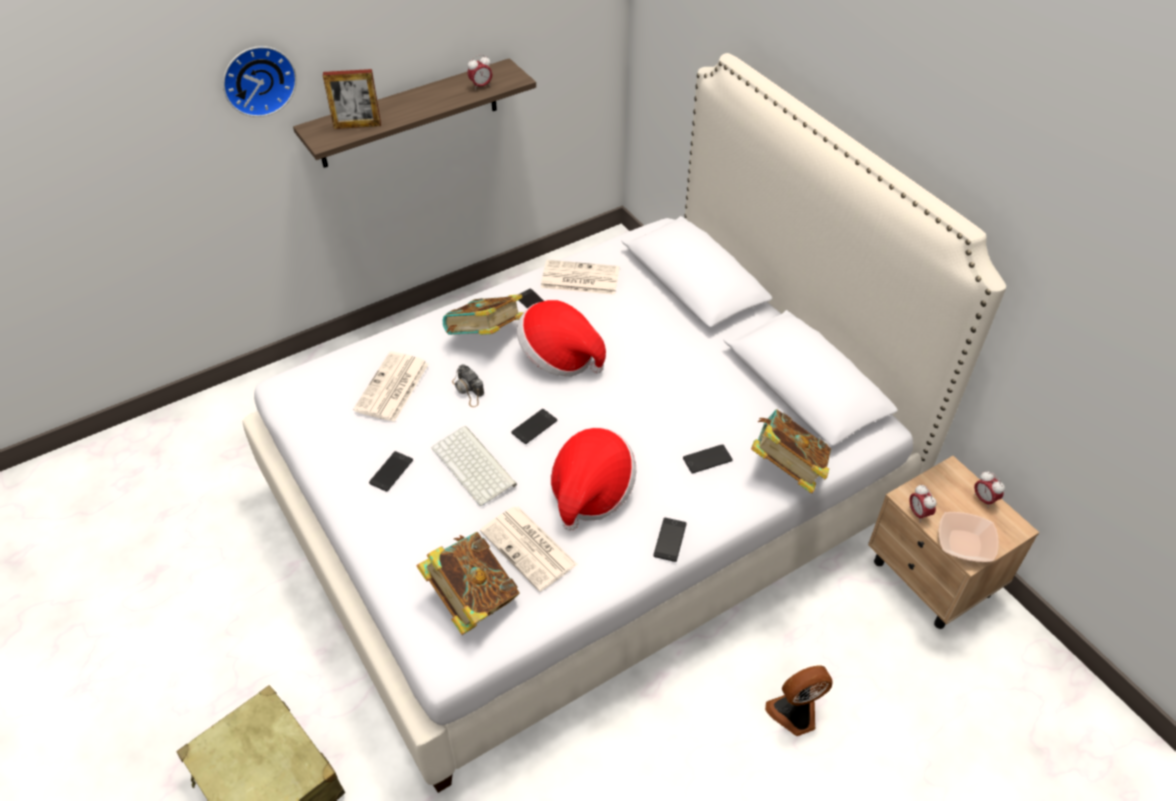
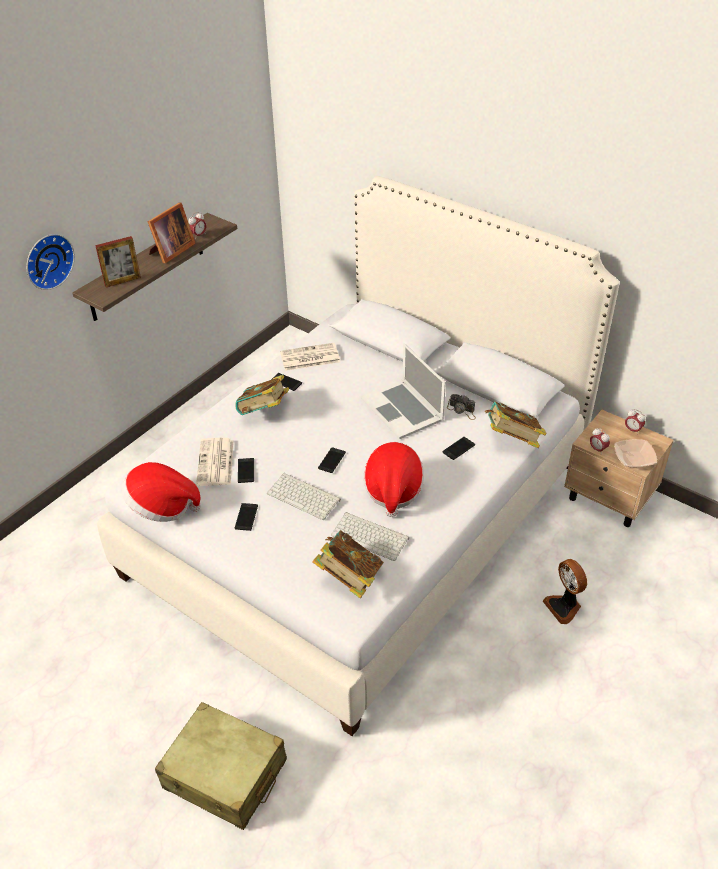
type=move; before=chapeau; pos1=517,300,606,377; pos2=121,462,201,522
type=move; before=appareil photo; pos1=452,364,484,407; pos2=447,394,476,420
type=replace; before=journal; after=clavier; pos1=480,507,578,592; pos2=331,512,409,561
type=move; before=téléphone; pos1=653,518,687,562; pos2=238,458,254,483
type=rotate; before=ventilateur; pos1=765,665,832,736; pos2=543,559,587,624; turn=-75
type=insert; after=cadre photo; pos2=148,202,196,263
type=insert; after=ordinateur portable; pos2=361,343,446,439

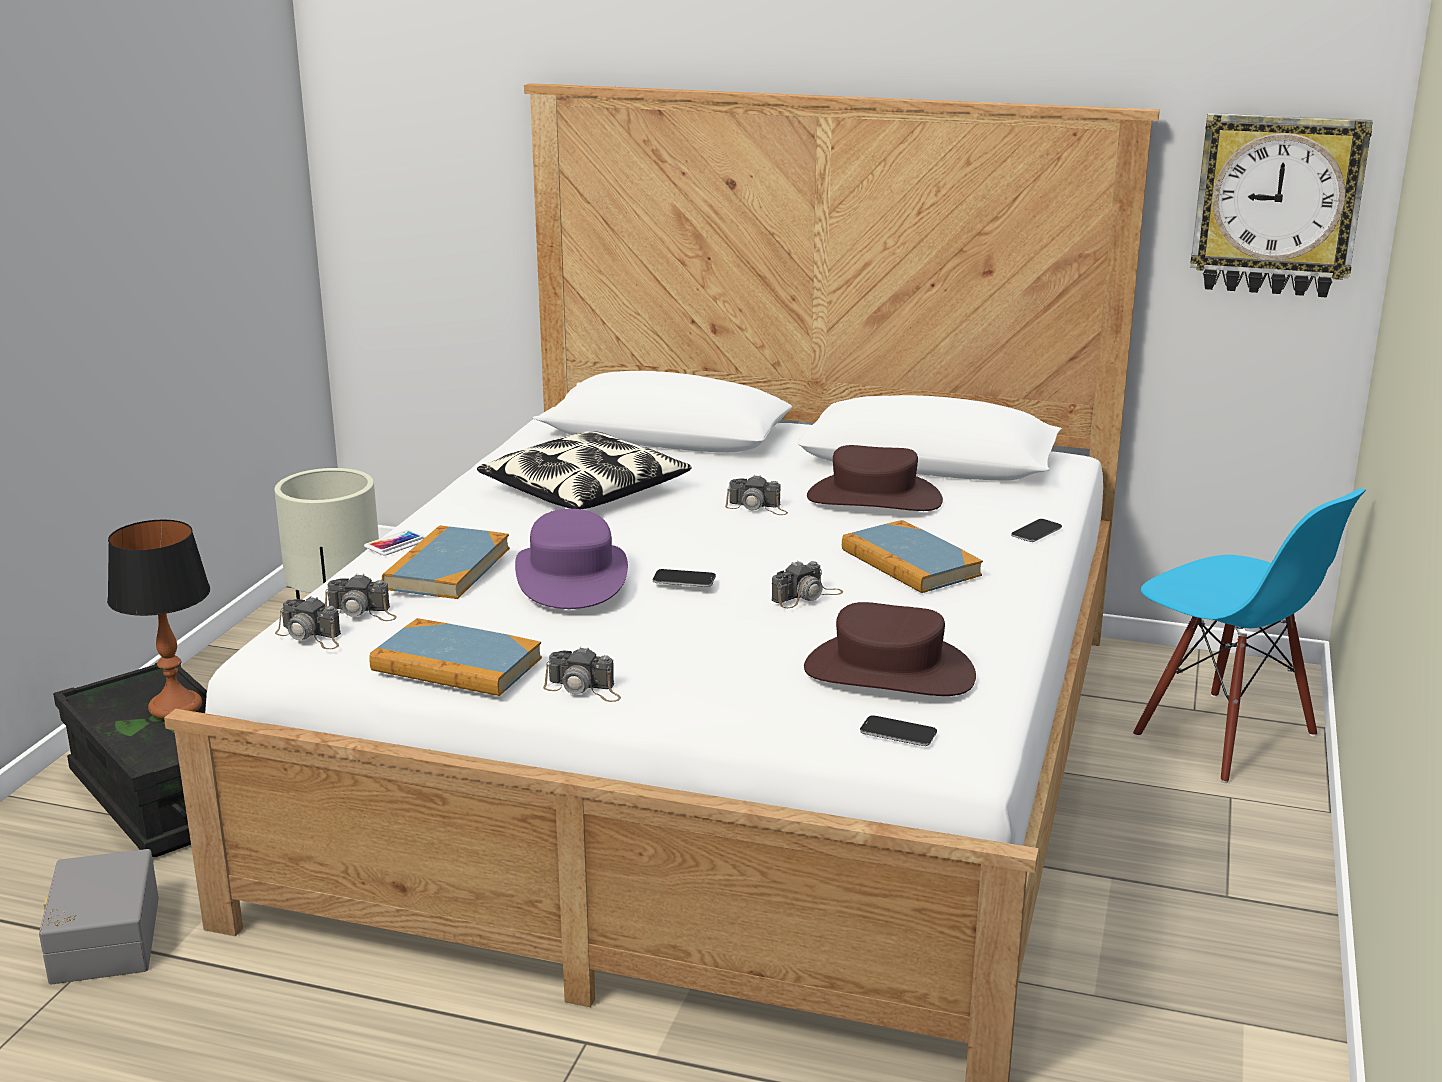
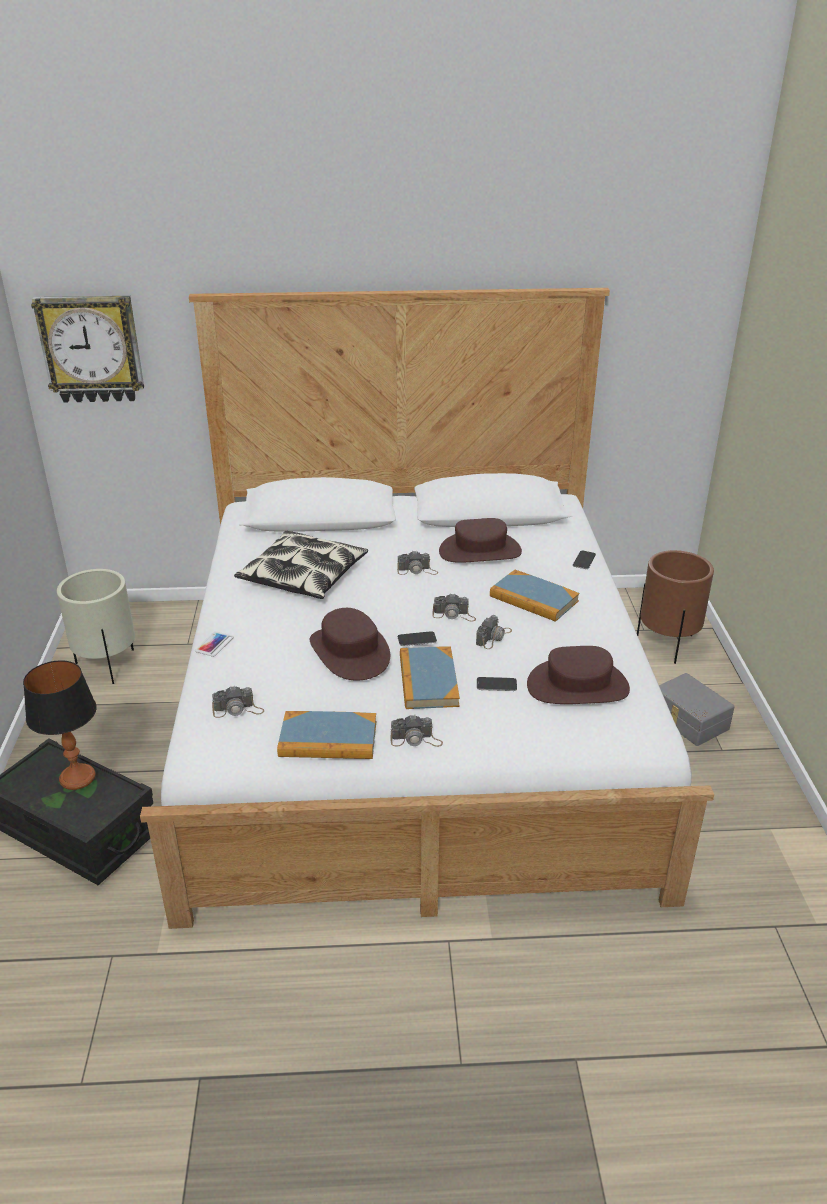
type=move; before=horloge murale; pos1=1190,113,1373,298; pos2=31,296,144,403
type=replace; before=chaise [bleu]; after=cache-pot [marron]; pos1=1133,489,1366,783; pos2=637,550,714,664
type=recolor; before=chapeau [violet]; after=chapeau [marron]; pos1=515,509,628,609; pos2=310,608,390,681
type=move; before=livre; pos1=382,525,510,599; pos2=400,646,460,709
type=move; before=appareil photo; pos1=275,596,341,649; pos2=432,593,476,622
type=move; before=téléphone; pos1=860,715,937,746; pos2=477,677,517,691
type=move; before=boîte de rangement [gris]; pos1=39,849,159,985; pos2=659,673,735,746

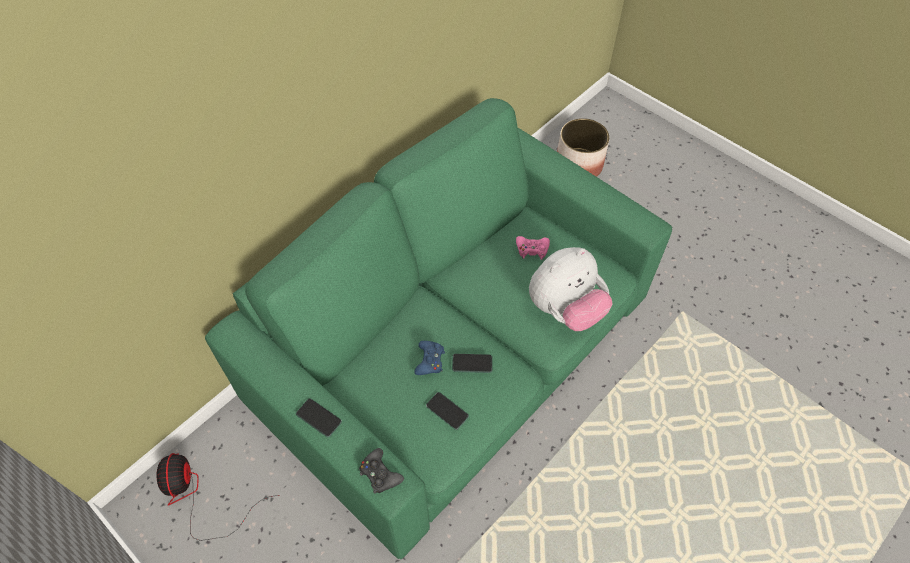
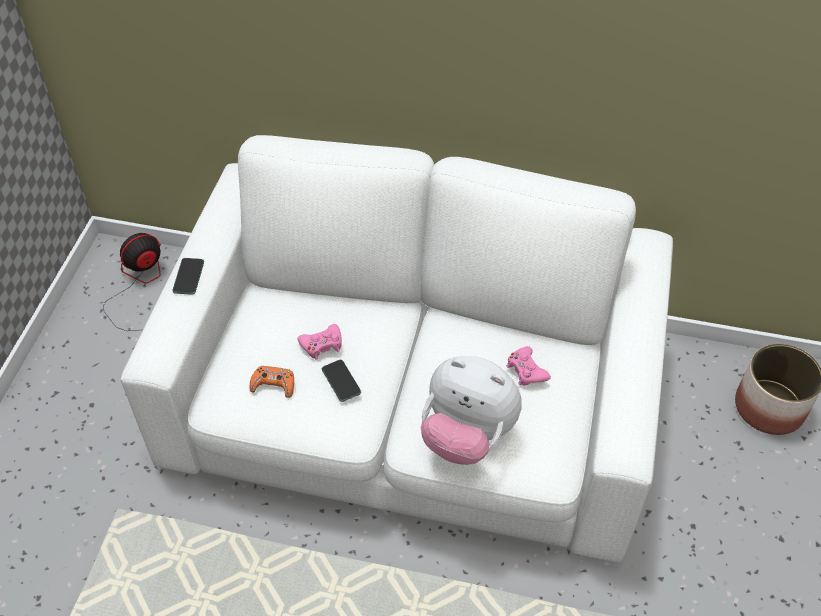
type=recolor; before=canapé [vert]; after=canapé [blanc]; pos1=205,98,672,559; pos2=121,135,673,563
type=recolor; before=manette [bleu]; after=manette [rose]; pos1=414,341,445,375; pos2=297,324,342,360
type=replace; before=téléphone; after=manette [orange]; pos1=426,392,469,430; pos2=250,366,294,398
type=delete; before=manette [noir]; pos1=359,448,404,494

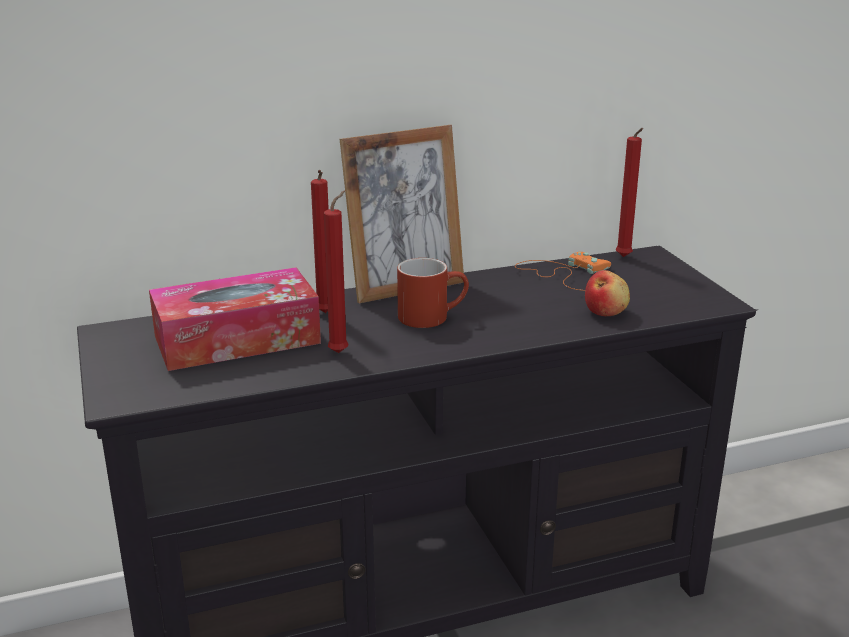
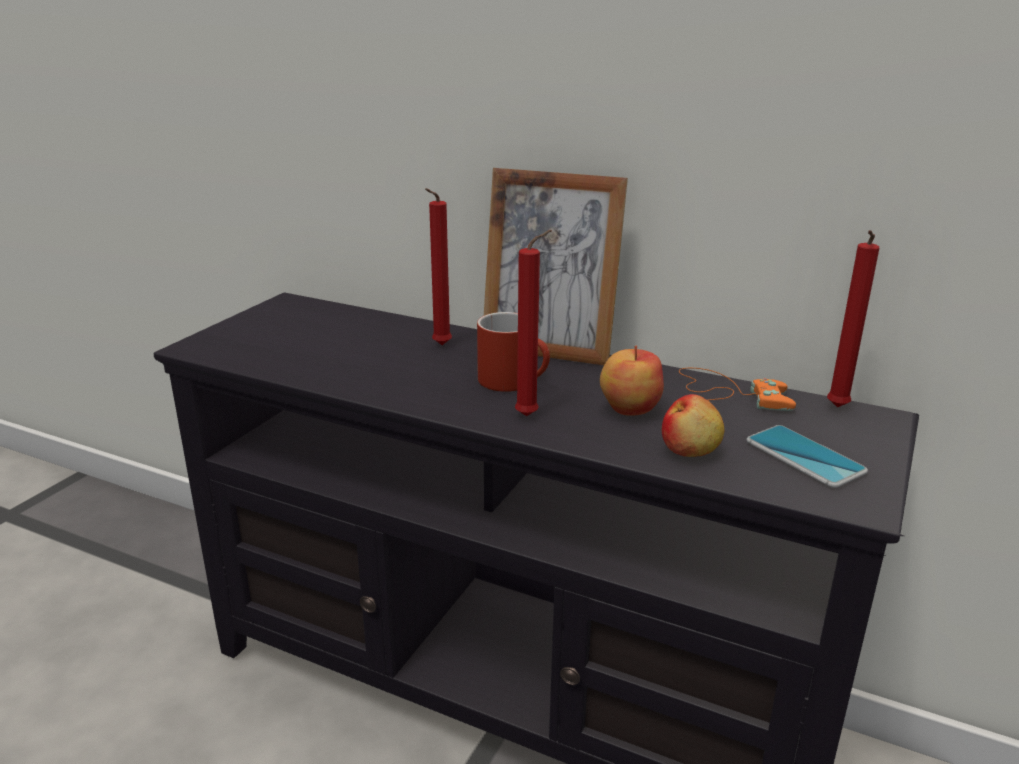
type=move; before=bougie [rouge]; pos1=324,190,348,353; pos2=515,230,552,416
type=delete; before=boîte à mouchoirs; pos1=149,267,321,371
type=insert; after=pomme; pos2=600,346,664,416
type=insert; after=téléphone; pos2=746,425,868,488

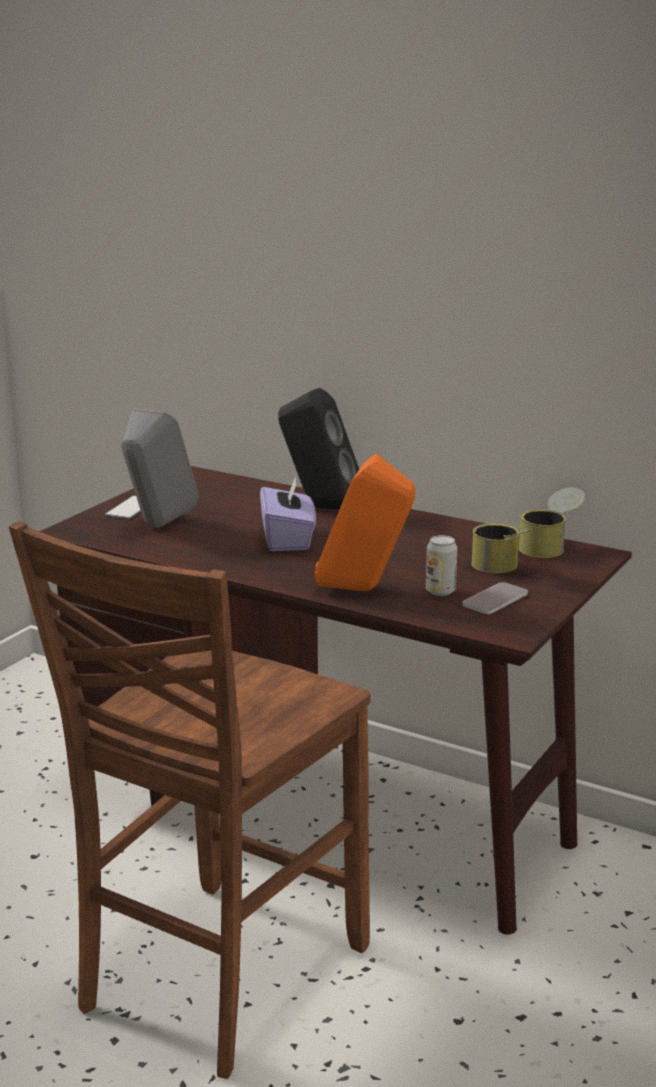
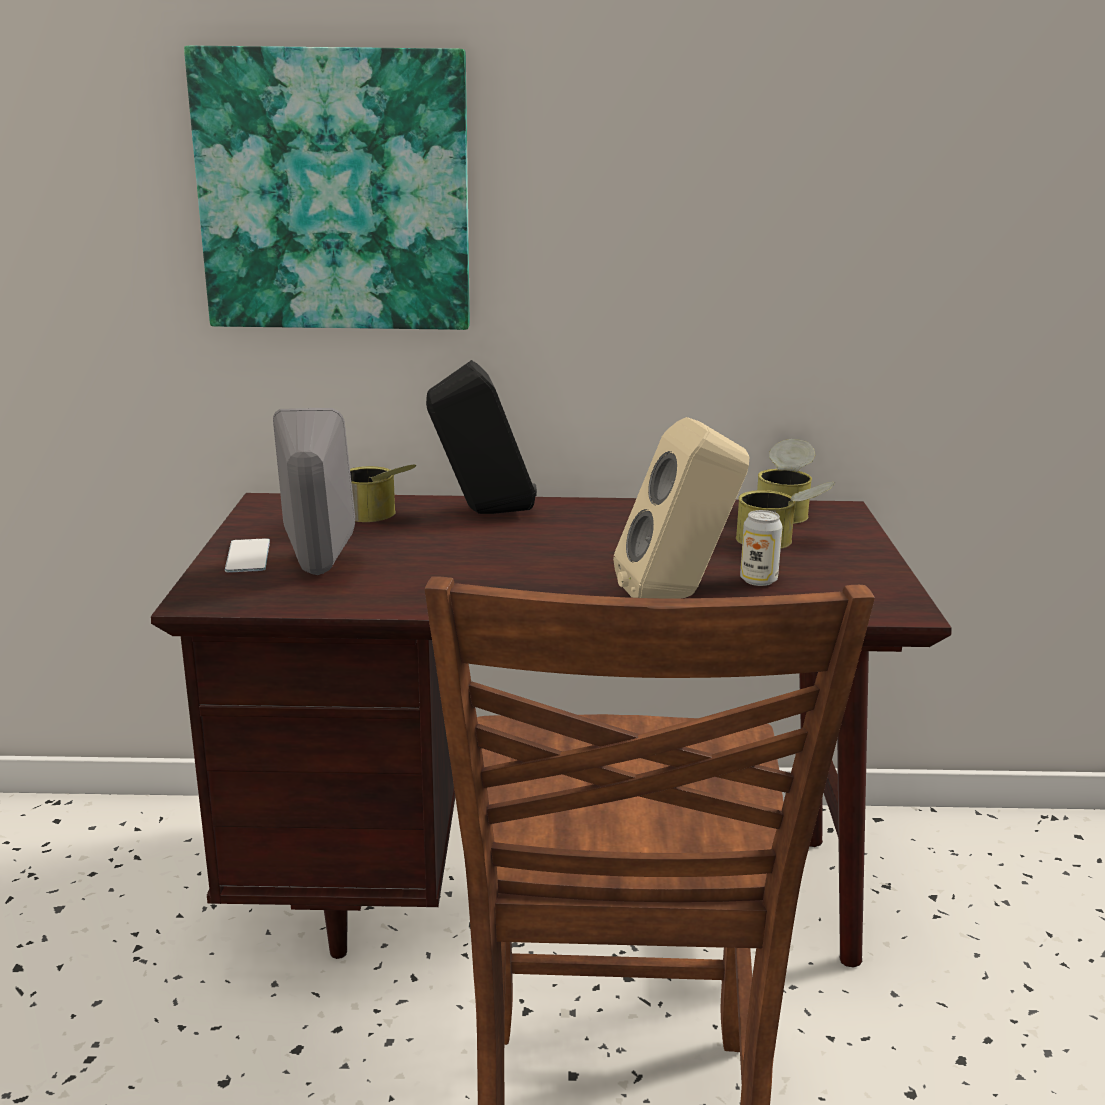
type=recolor; before=enceinte [orange]; after=enceinte [beige]; pos1=315,454,416,591; pos2=613,417,749,598
type=delete; before=boîte à mouchoirs [violet]; pos1=260,476,316,551
type=delete; before=téléphone; pos1=463,582,528,614
type=insert; after=tableau; pos2=184,46,470,330
type=insert; after=boîte métallique; pos2=350,464,416,522

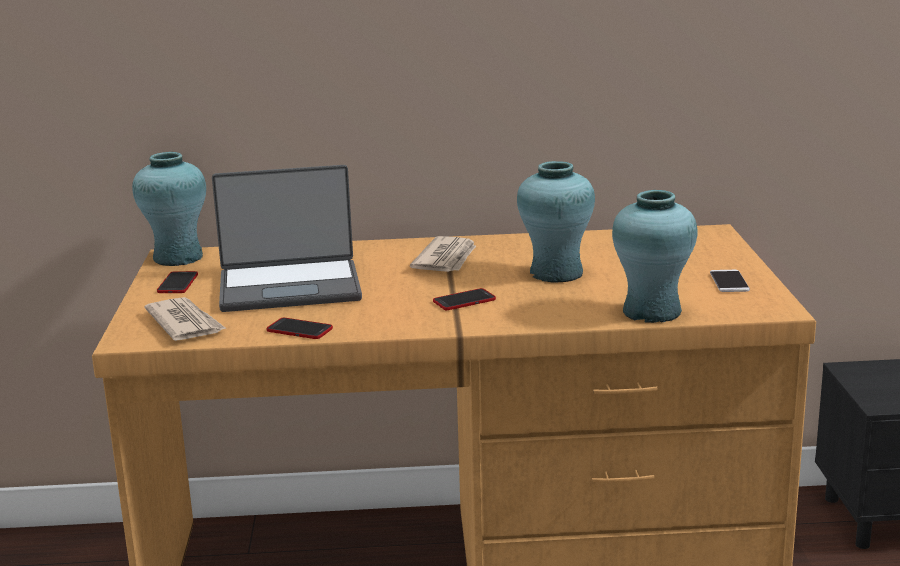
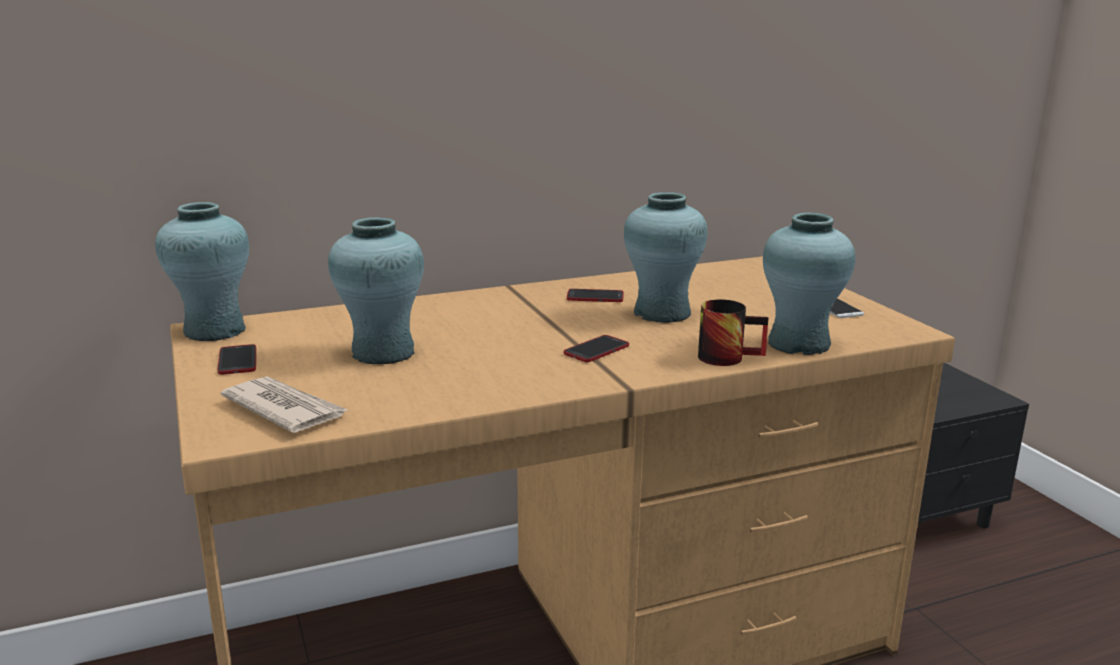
type=replace; before=ordinateur portable; after=vase [turquoise]; pos1=212,165,362,312; pos2=328,217,424,364
type=delete; before=journal; pos1=410,236,476,272
type=move; before=téléphone; pos1=266,318,333,339; pos2=567,289,624,302
type=insert; after=mug; pos2=698,299,768,366

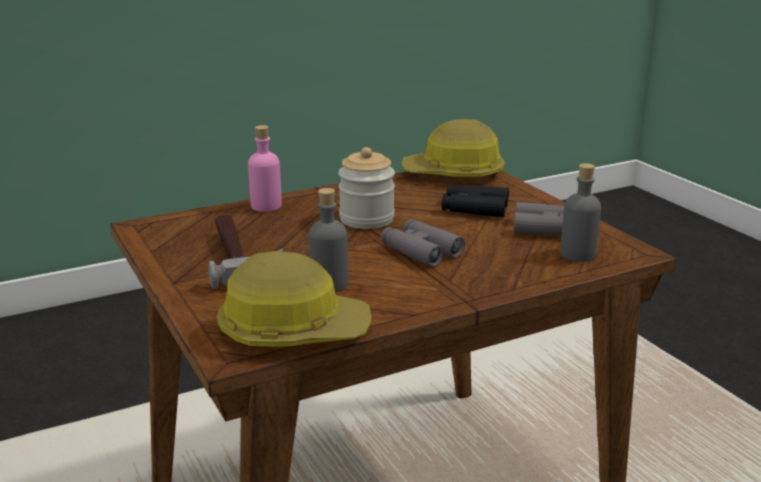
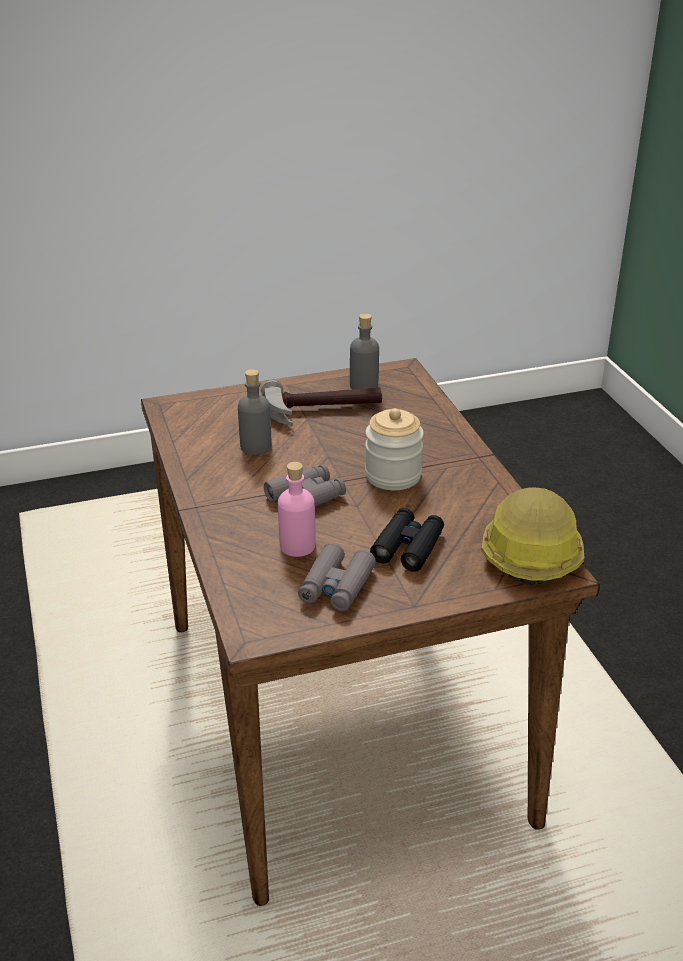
type=move; before=bouteille [rose]; pos1=248,125,282,212; pos2=278,462,316,557
type=move; before=bouteille [gris]; pos1=560,163,601,262; pos2=350,313,379,389
type=delete; before=casque de chantier; pos1=217,251,371,347

